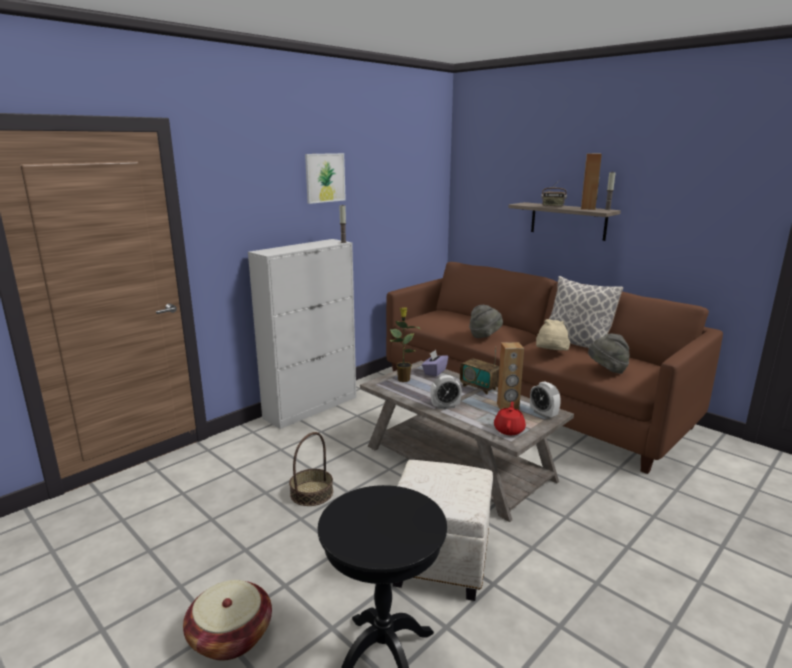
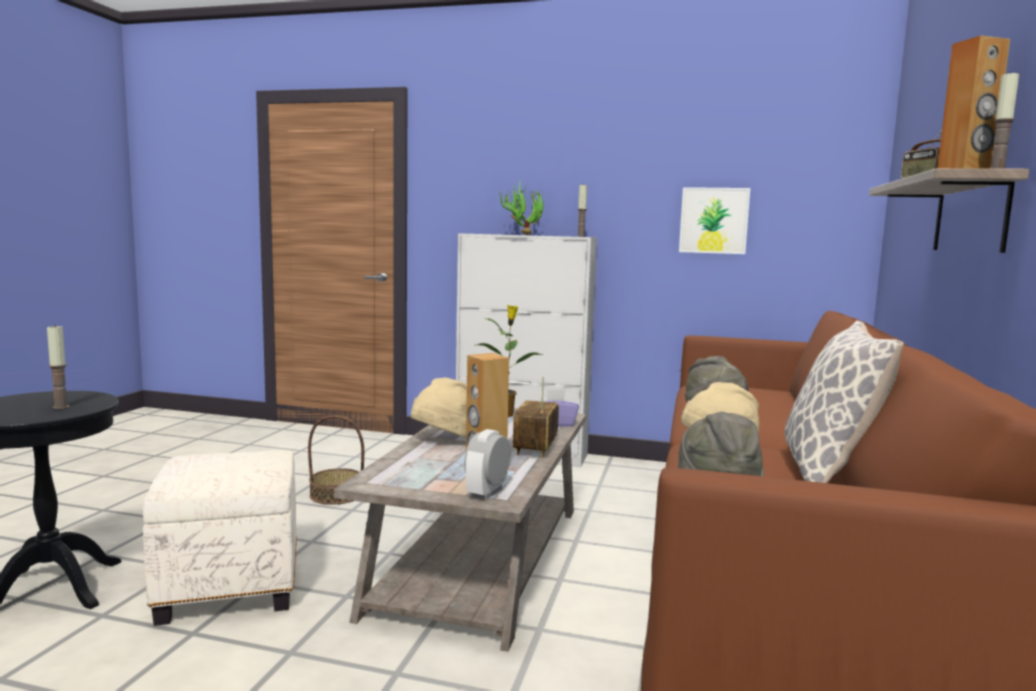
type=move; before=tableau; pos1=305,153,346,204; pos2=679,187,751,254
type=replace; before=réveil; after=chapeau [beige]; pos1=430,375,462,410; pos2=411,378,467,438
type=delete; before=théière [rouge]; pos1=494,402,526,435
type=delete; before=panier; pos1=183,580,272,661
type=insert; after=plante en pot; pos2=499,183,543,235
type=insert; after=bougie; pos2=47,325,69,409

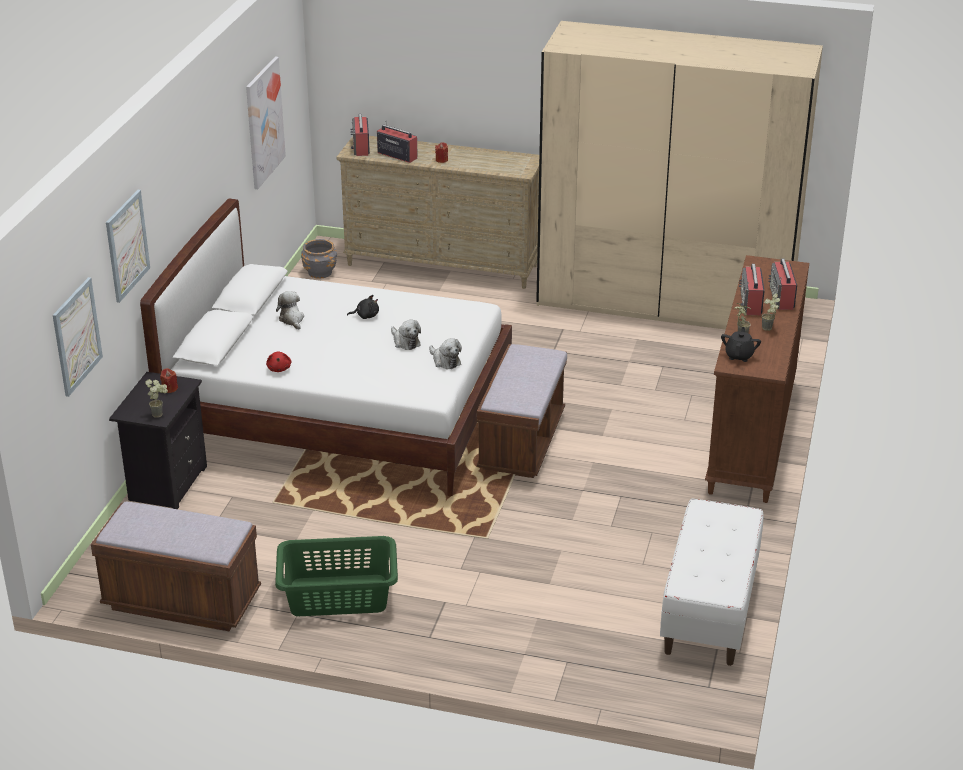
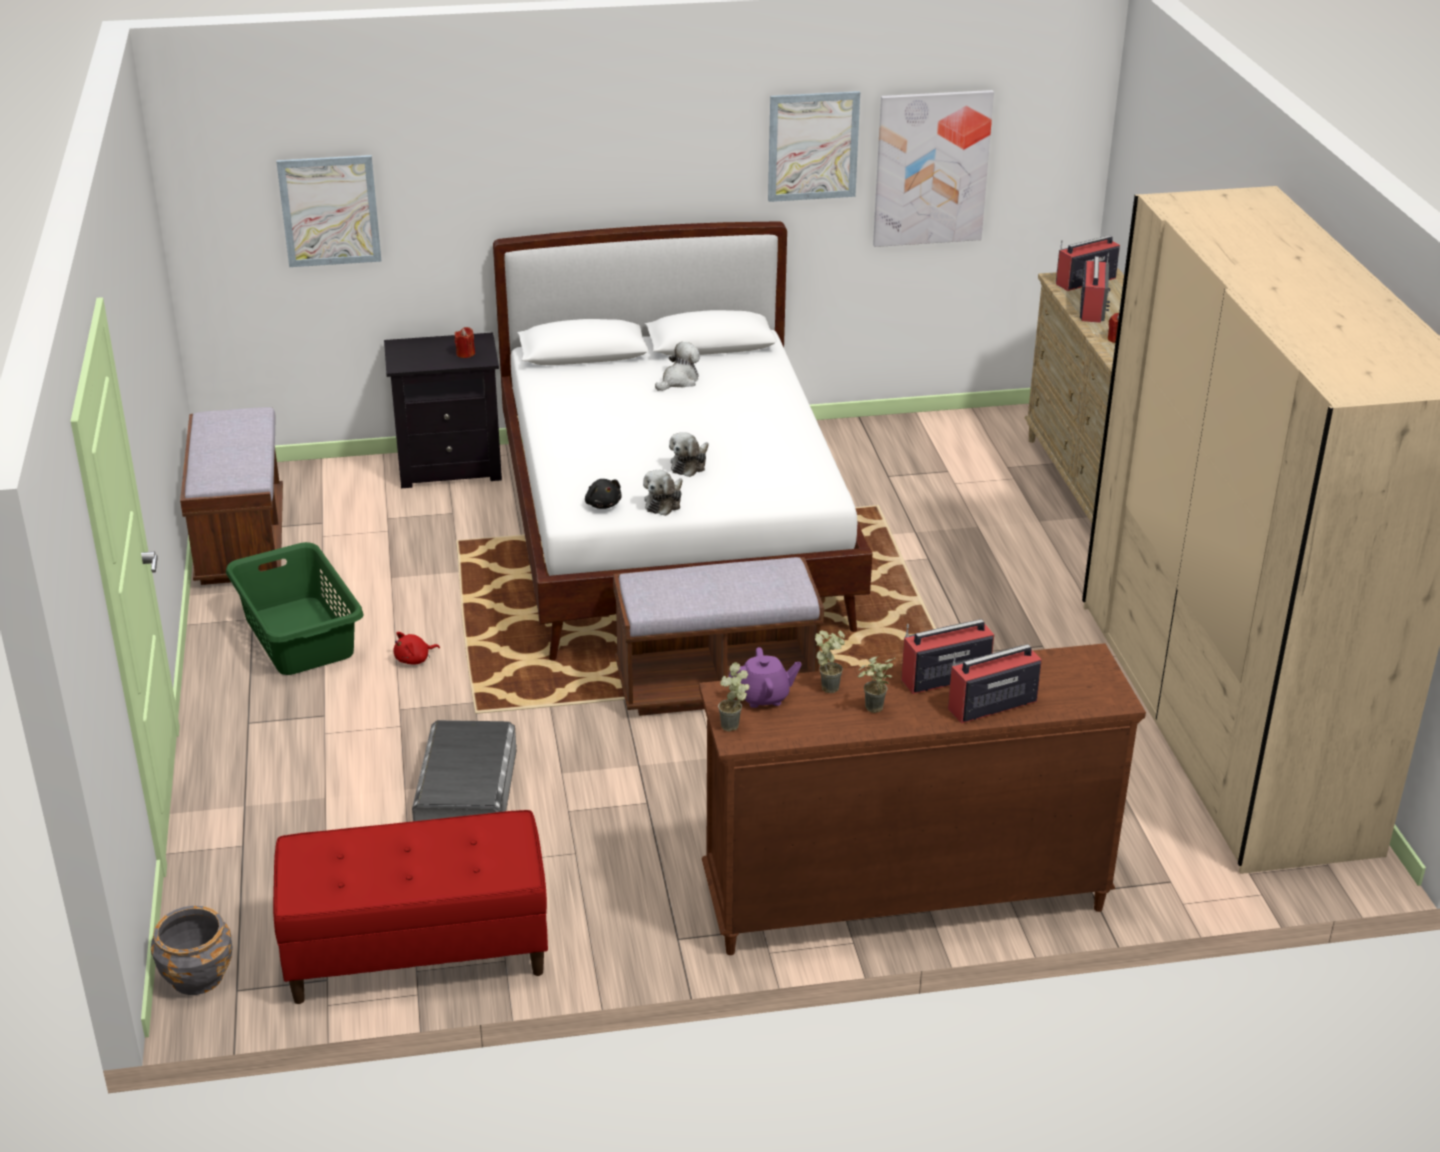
type=move; before=tableau; pos1=106,190,150,303; pos2=768,91,860,202
type=move; before=cache-pot [gris]; pos1=301,239,337,278; pos2=151,906,233,995
type=move; before=peluche [noir]; pos1=347,295,379,319; pos2=585,479,622,509
type=recolor; before=théière [noir]; after=théière [violet]; pos1=721,327,761,362; pos2=728,647,802,708
type=move; before=peluche [rouge]; pos1=266,352,291,372; pos2=394,632,440,664
type=move; before=plante en pot; pos1=145,379,168,418; pos2=718,662,749,731
type=recolor; before=banc [blanc]; after=banc [rouge]; pos1=660,499,764,666; pos2=273,810,548,1004
type=insert; after=boîte de rangement [gris]; pos2=412,720,517,821

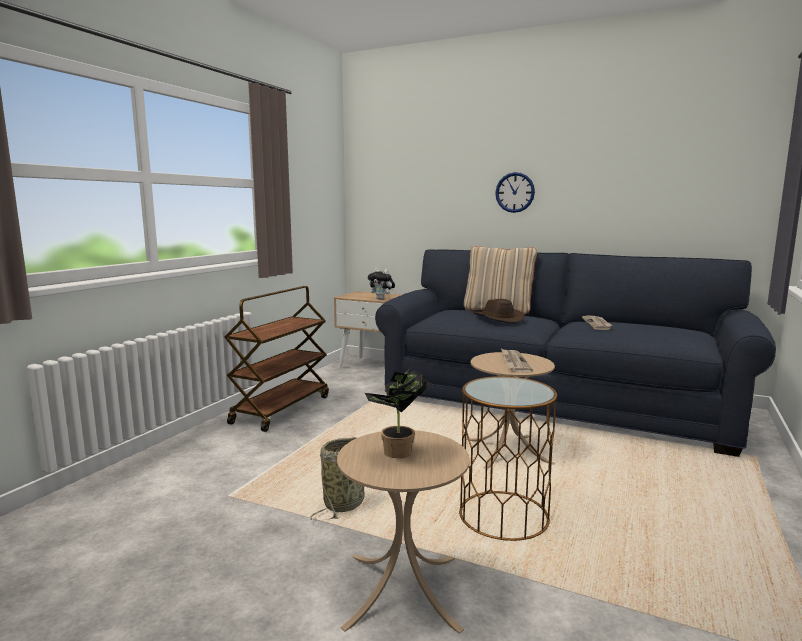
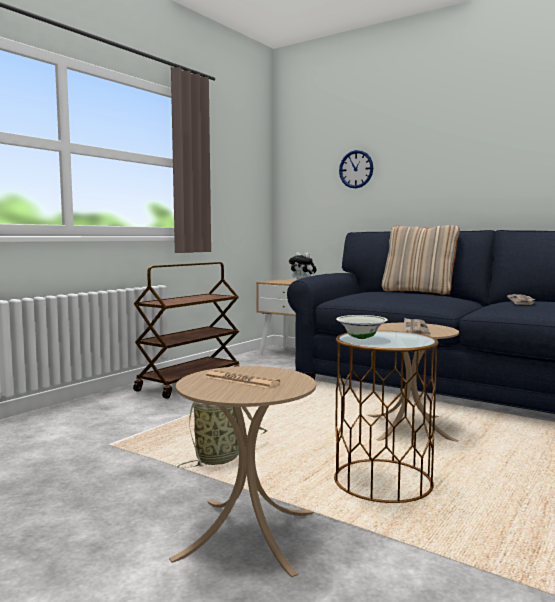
type=move; before=horloge murale; pos1=495,172,535,213; pos2=339,150,373,188
type=delete; before=chapeau [marron]; pos1=473,299,525,323
type=replace; before=plante en pot; after=journal; pos1=365,368,431,458; pos2=204,369,280,389
type=insert; after=bol [blanc]; pos2=336,315,388,339

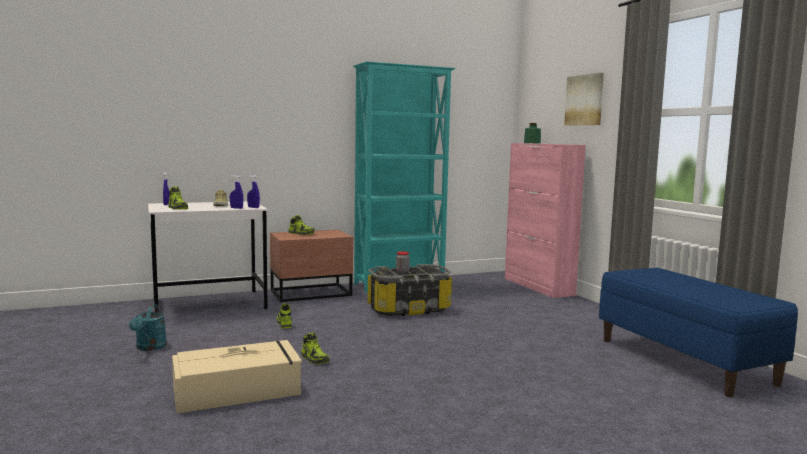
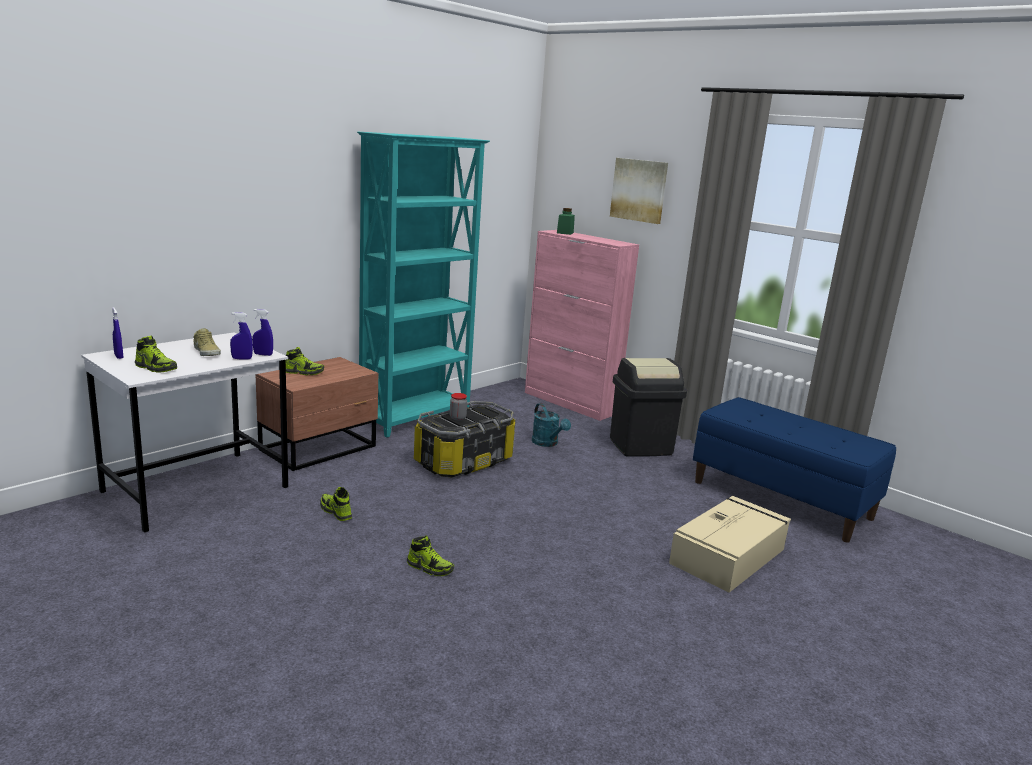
type=move; before=arrosoir [turquoise]; pos1=129,304,167,351; pos2=532,403,571,447
type=move; before=boîte de rangement [beige]; pos1=172,340,302,413; pos2=669,496,791,593
type=insert; after=poubelle [noir]; pos2=610,358,687,457

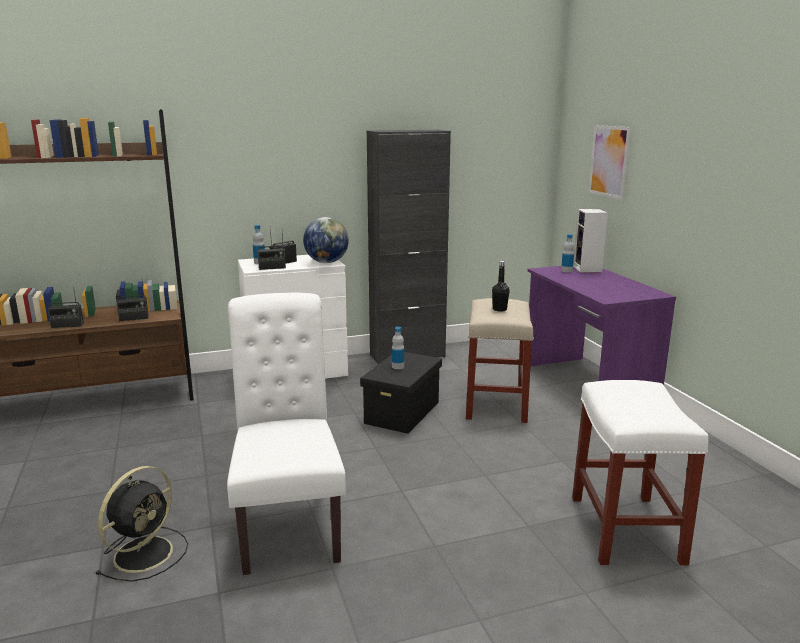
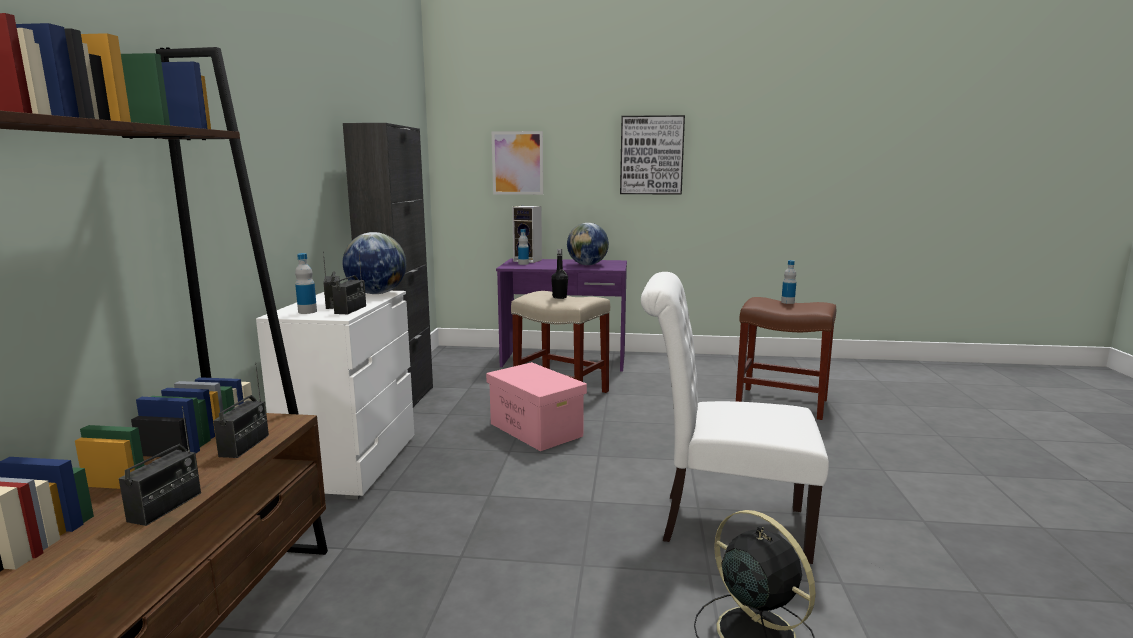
type=move; before=bouteille; pos1=392,327,404,369; pos2=781,260,796,304
type=recolor; before=boîte de rangement [noir]; after=boîte de rangement [rose]; pos1=360,352,442,434; pos2=486,362,587,451
type=recolor; before=tabouret [blanc]; after=tabouret [marron]; pos1=572,380,709,566; pos2=736,297,836,420
type=insert; after=tableau; pos2=620,115,685,195
type=insert; after=globe; pos2=567,223,609,265

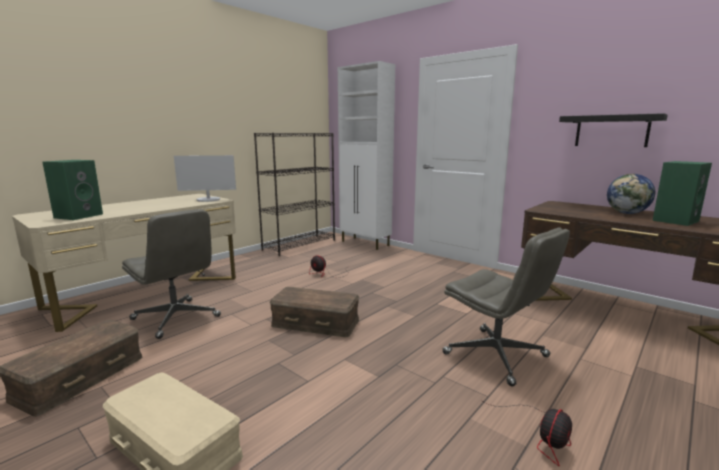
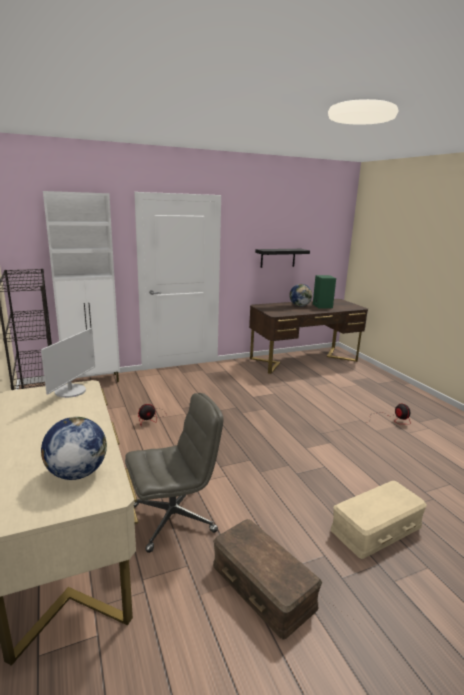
type=replace; before=enceinte [vert]; after=globe; pos1=42,160,103,220; pos2=41,417,107,480
type=delete; before=chaise de bureau [gris]; pos1=442,227,570,386
type=delete; before=boîte de rangement [marron]; pos1=270,287,359,337

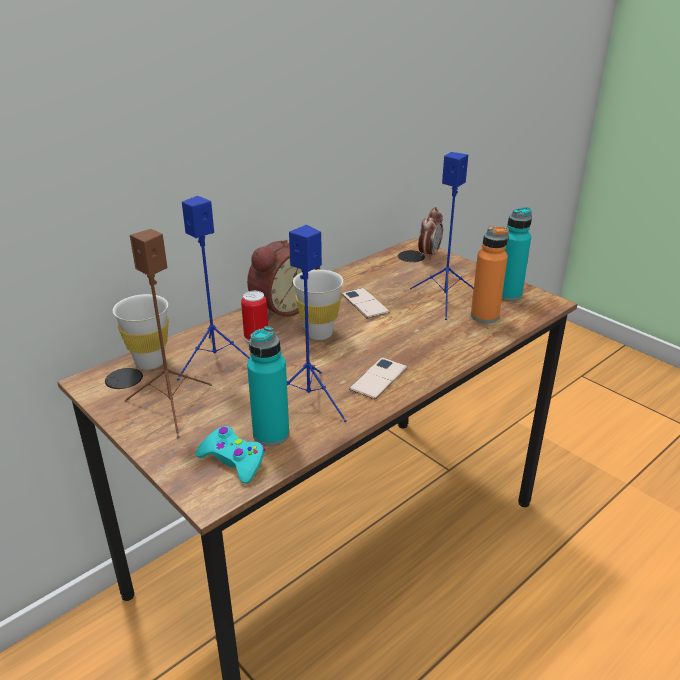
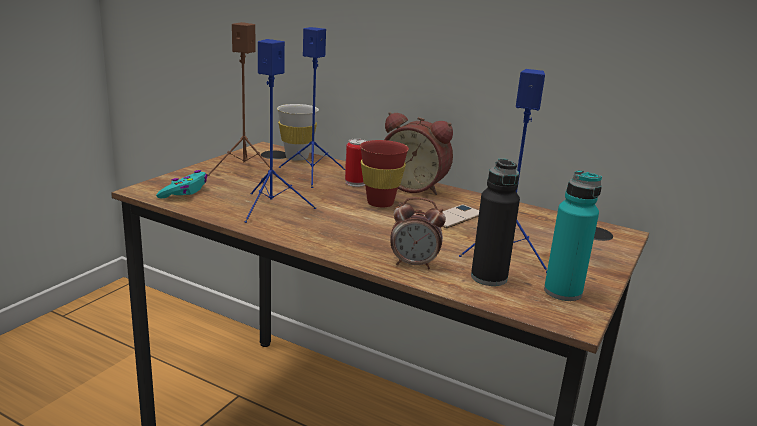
type=move; before=réveil; pos1=418,207,443,259; pos2=390,197,446,269
type=recolor; before=bouteille [orange]; after=bouteille [noir]; pos1=471,226,509,323; pos2=471,159,520,286
type=recolor; before=tasse [blanc]; after=tasse [rouge]; pos1=293,270,343,340; pos2=360,140,409,207
type=delete; before=bouteille [turquoise]; pos1=247,326,289,446
type=delete; before=téléphone; pos1=349,357,407,399

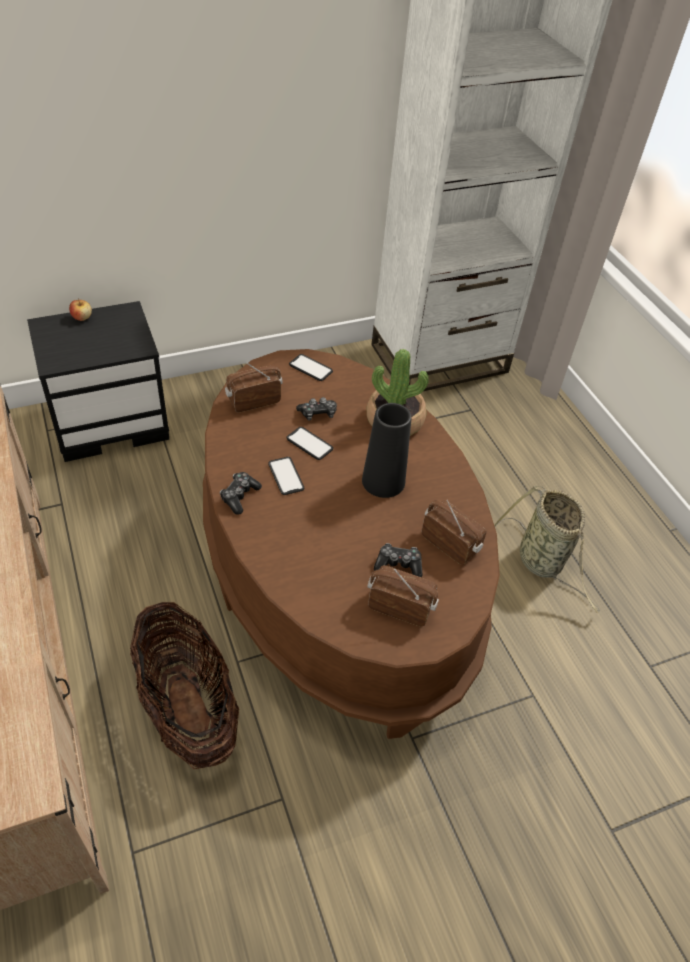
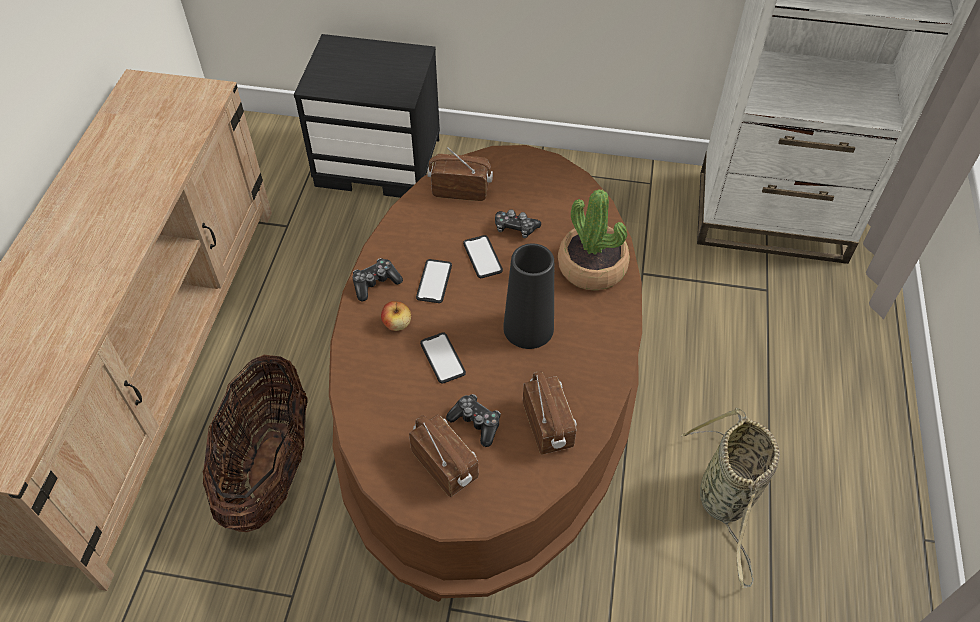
type=move; before=pomme; pos1=69,299,92,321; pos2=381,301,411,331
type=move; before=téléphone; pos1=289,354,333,381; pos2=420,332,466,384

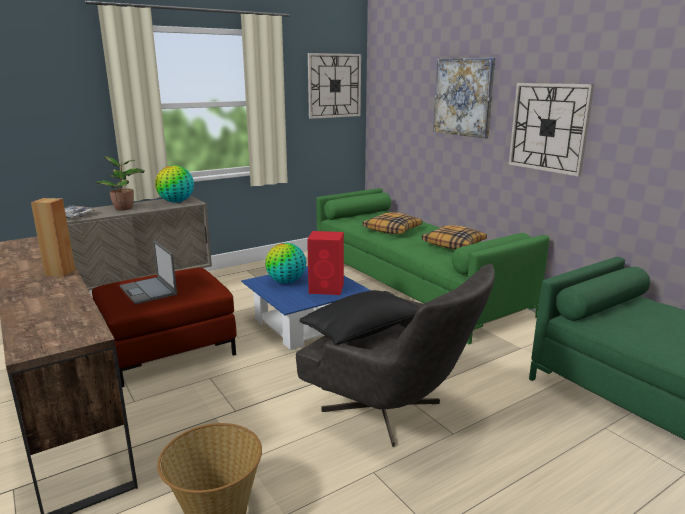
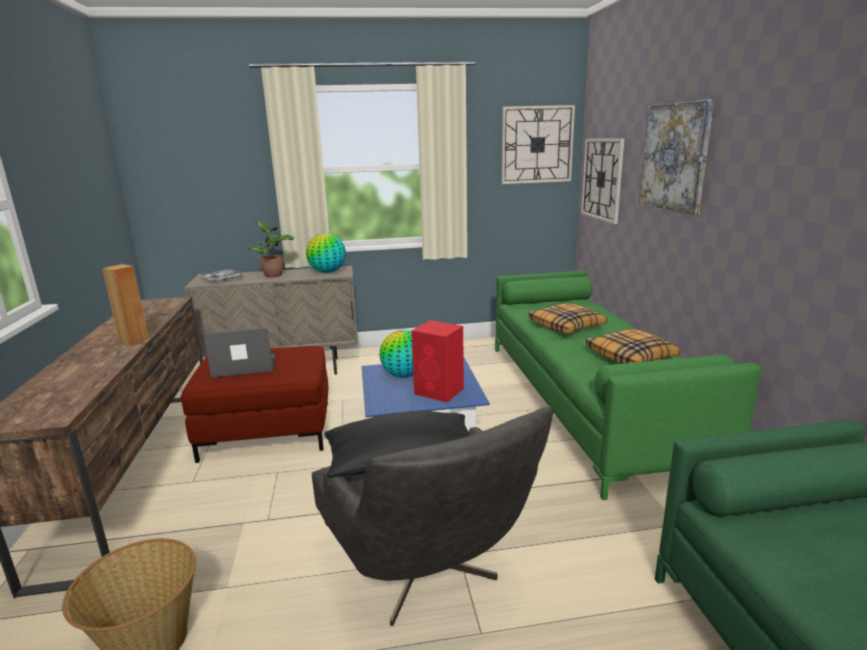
type=move; before=horloge murale; pos1=509,83,594,176; pos2=581,139,624,224
type=rotate; before=ordinateur portable; pos1=119,240,177,305; pos2=203,328,276,378; turn=90

